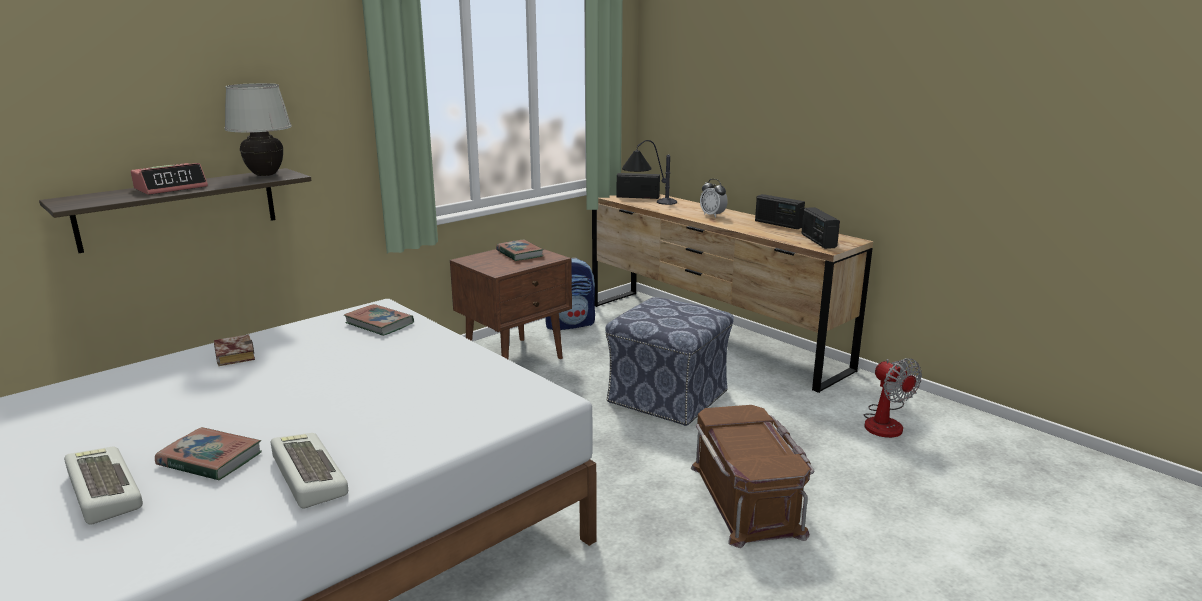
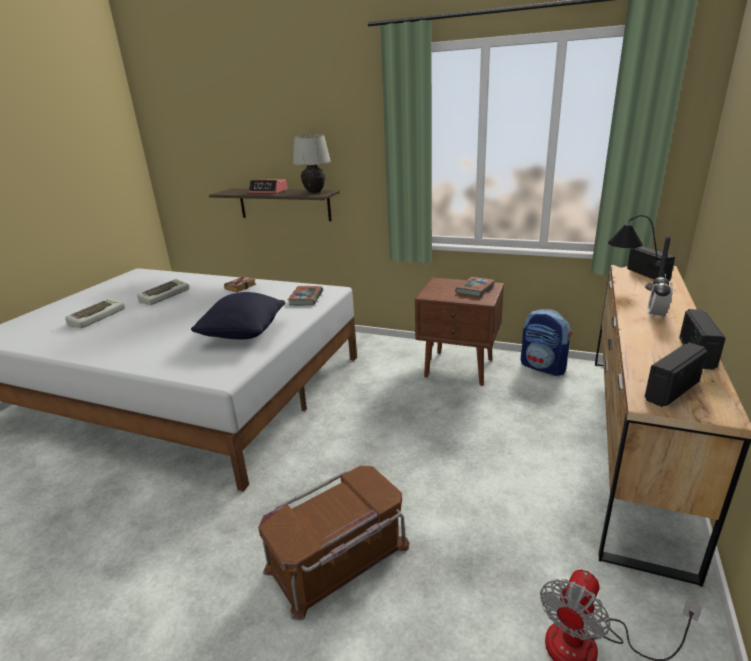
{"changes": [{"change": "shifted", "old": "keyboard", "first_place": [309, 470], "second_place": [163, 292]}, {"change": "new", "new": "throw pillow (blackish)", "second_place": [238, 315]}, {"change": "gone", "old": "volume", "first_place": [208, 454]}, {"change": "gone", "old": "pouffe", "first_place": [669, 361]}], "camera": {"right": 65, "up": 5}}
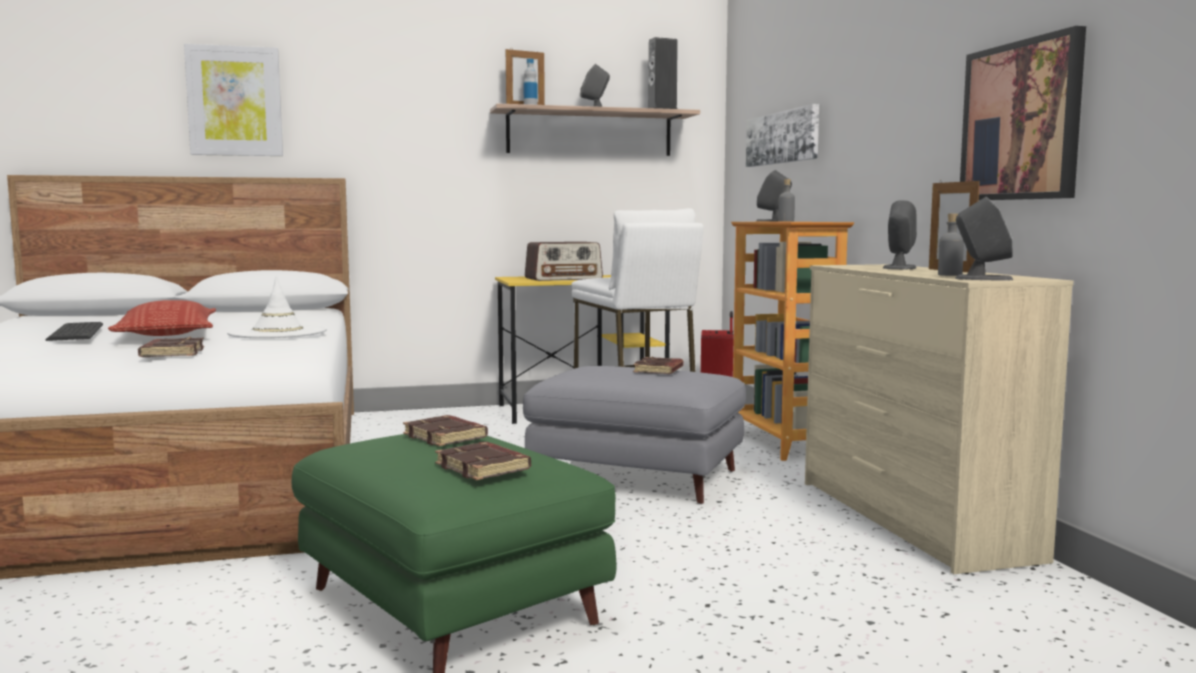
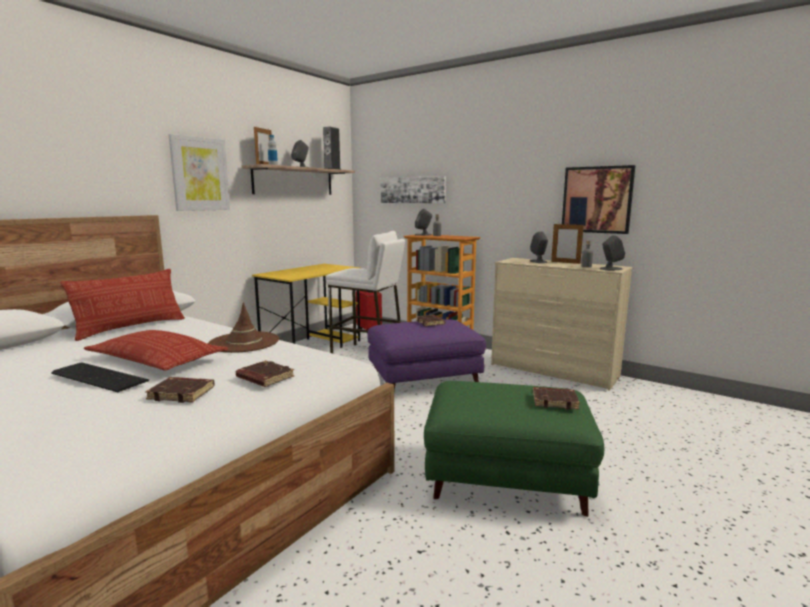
{"changes": [{"change": "new", "new": "throw pillow", "second_place": [123, 305]}, {"change": "shifted", "old": "volume (brown-coloured)", "first_place": [445, 430], "second_place": [180, 390]}, {"change": "shifted", "old": "wall picture", "first_place": [233, 100], "second_place": [199, 172]}, {"change": "repainted", "old": "hat (white)", "new": "hat (brown-coloured)", "first_place": [277, 306], "second_place": [243, 327]}, {"change": "repainted", "old": "pouffe (grey)", "new": "pouffe (purplish)", "first_place": [634, 435], "second_place": [426, 354]}, {"change": "gone", "old": "radio set", "first_place": [564, 261]}], "camera": {"right": -40, "up": 5}}
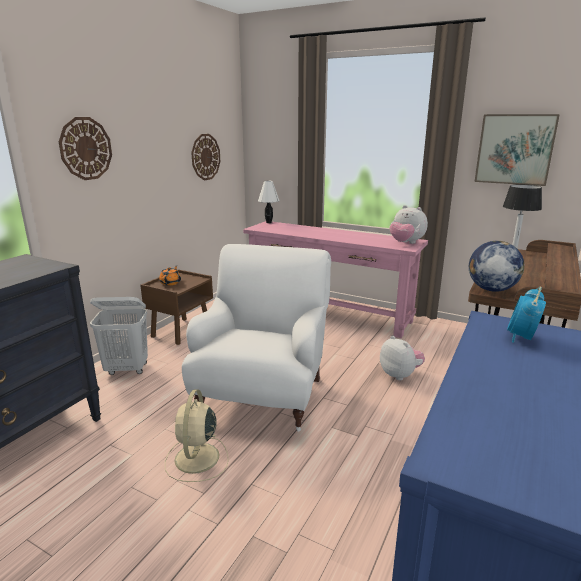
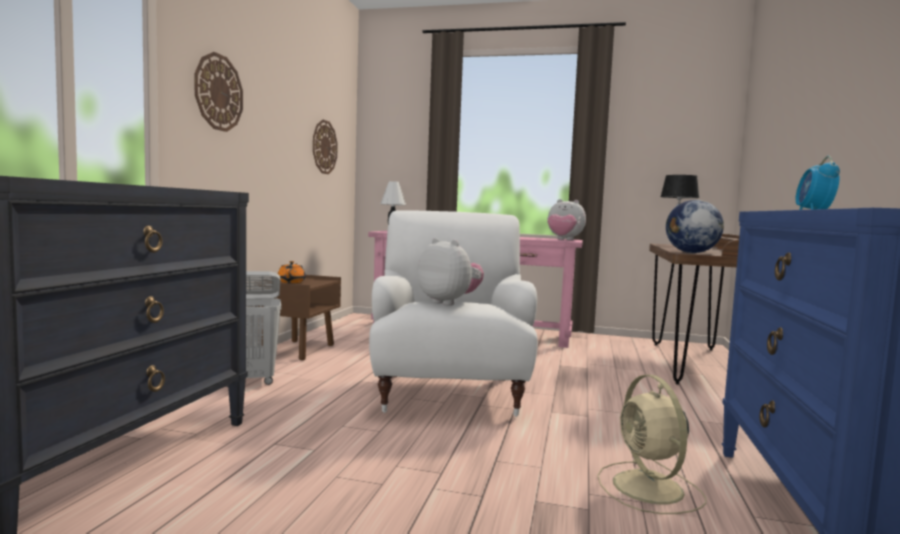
{"changes": [{"change": "shifted", "old": "plush toy", "first_place": [402, 358], "second_place": [450, 272]}, {"change": "shifted", "old": "fan (sand-coloured)", "first_place": [197, 435], "second_place": [651, 444]}, {"change": "gone", "old": "wall picture", "first_place": [517, 150]}], "camera": {"right": -15, "up": -15}}
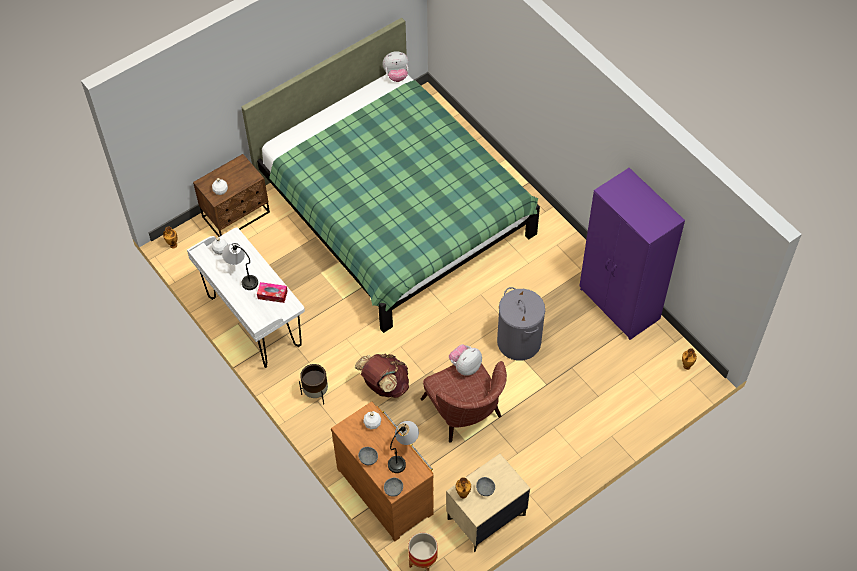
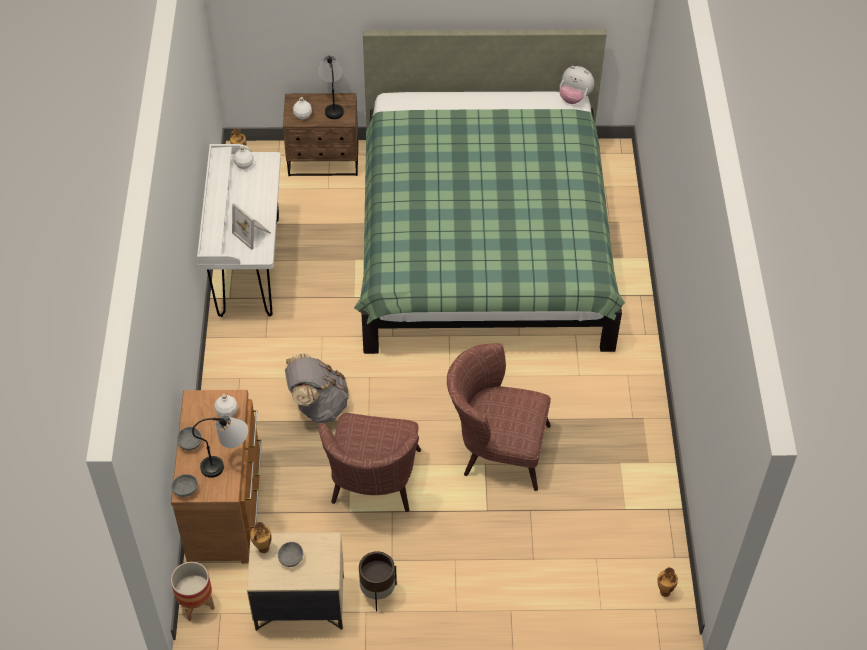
{"changes": [{"change": "swapped", "old": "tissue holder", "new": "photo frame", "first_place": [272, 292], "second_place": [251, 226]}, {"change": "repainted", "old": "rucksack (brown-coloured)", "new": "rucksack (grey)", "first_place": [382, 376], "second_place": [317, 388]}, {"change": "shifted", "old": "lamp for a table", "first_place": [240, 266], "second_place": [330, 87]}, {"change": "shifted", "old": "plant pot (brown-coloured)", "first_place": [313, 384], "second_place": [378, 581]}, {"change": "swapped", "old": "washing basket (grey)", "new": "lounge chair (brown-coloured)", "first_place": [521, 324], "second_place": [499, 417]}, {"change": "gone", "old": "plush toy", "first_place": [465, 360]}, {"change": "gone", "old": "wardrobe (purplish)", "first_place": [632, 254]}], "camera": {"right": 35, "up": -5}}
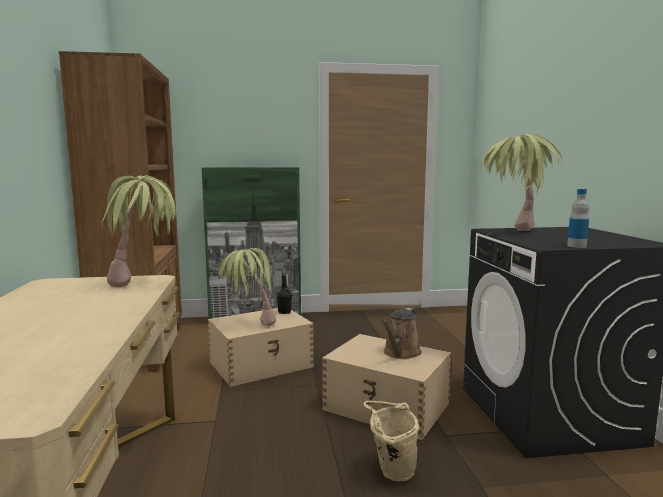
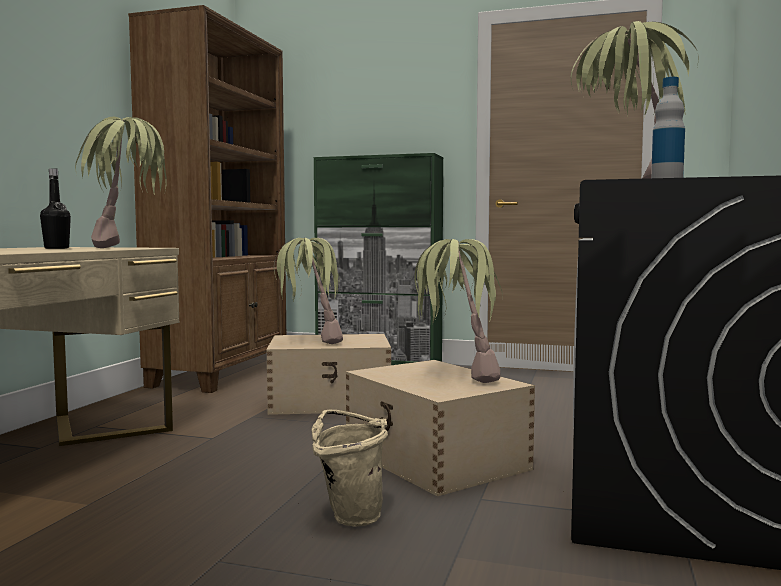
{"changes": [{"change": "shifted", "old": "bottle (blackish)", "first_place": [284, 291], "second_place": [55, 208]}, {"change": "swapped", "old": "watering pot (brown-coloured)", "new": "houseplant", "first_place": [401, 333], "second_place": [458, 311]}], "camera": {"right": 25, "up": -5}}
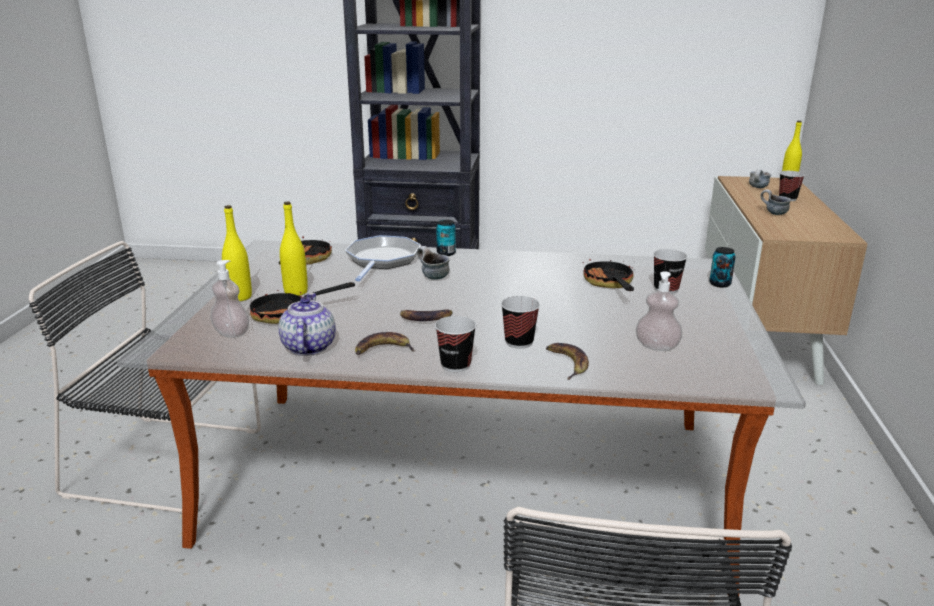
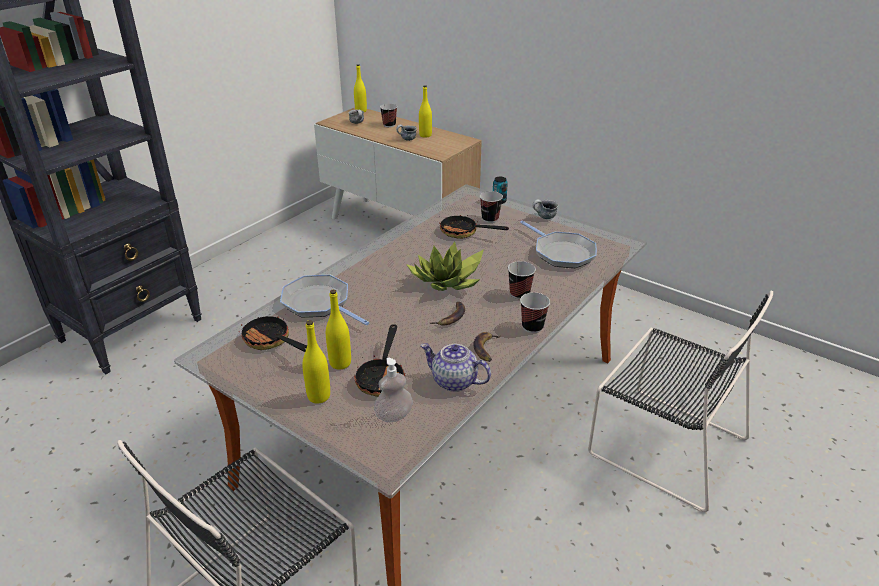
{"changes": [{"change": "new", "new": "houseplant", "second_place": [445, 266]}, {"change": "new", "new": "bottle (yellow-coloured)", "second_place": [425, 111]}, {"change": "swapped", "old": "soap dispenser", "new": "skillet", "first_place": [659, 311], "second_place": [558, 244]}, {"change": "shifted", "old": "tea mug", "first_place": [433, 263], "second_place": [545, 209]}, {"change": "gone", "old": "metal can", "first_place": [446, 238]}, {"change": "gone", "old": "whole banana", "first_place": [567, 361]}], "camera": {"right": -60, "up": 10}}
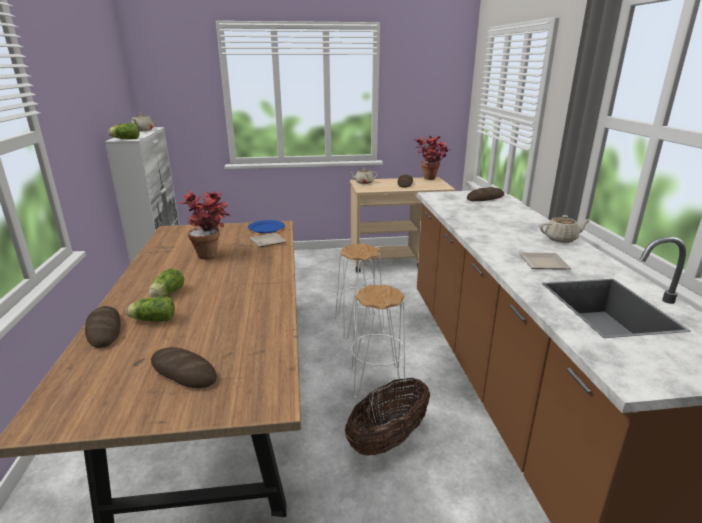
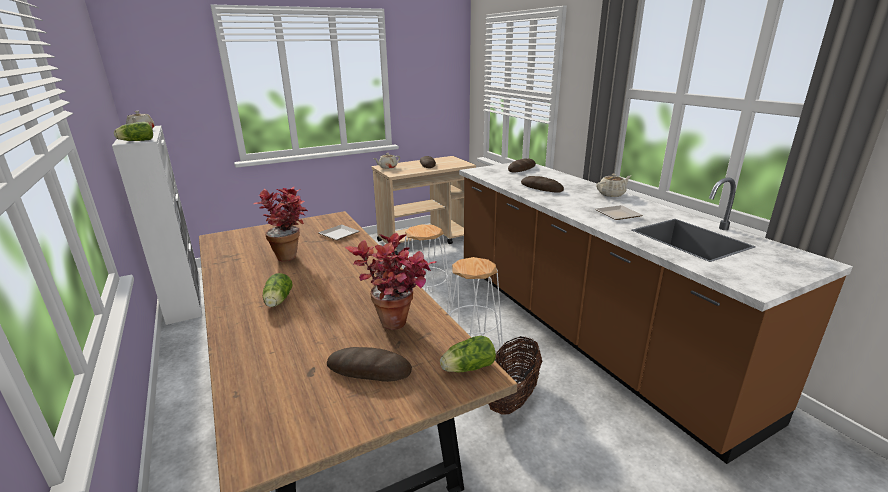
{"changes": [{"change": "shifted", "old": "houseplant", "first_place": [433, 158], "second_place": [390, 281]}, {"change": "shifted", "old": "head of lettuce", "first_place": [150, 309], "second_place": [468, 354]}, {"change": "shifted", "old": "baked bread", "first_place": [103, 327], "second_place": [542, 184]}, {"change": "gone", "old": "flat dish (blue-coloured)", "first_place": [266, 226]}], "camera": {"right": -20, "up": 0}}
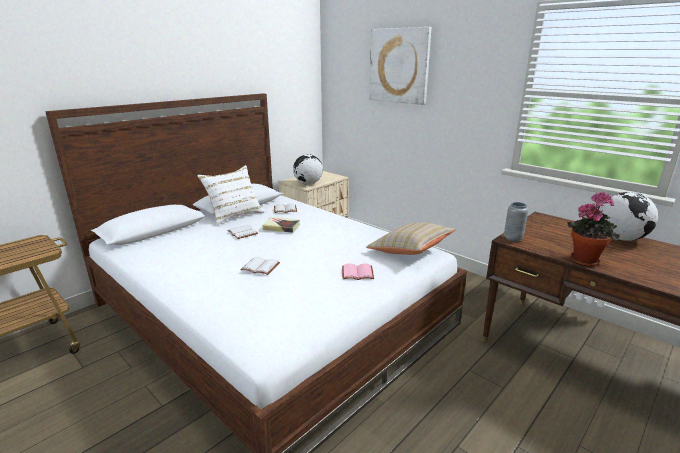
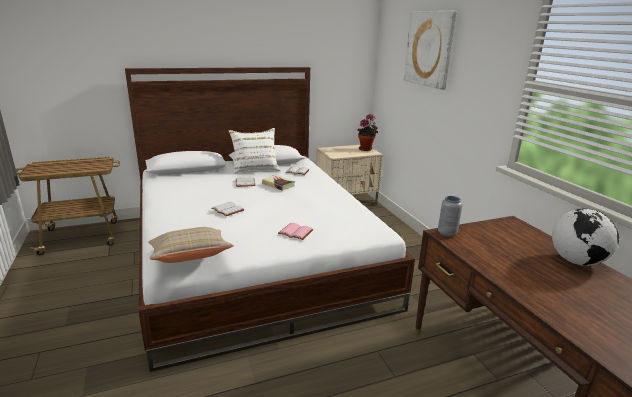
{"changes": [{"change": "shifted", "old": "throw pillow (sand-coloured)", "first_place": [411, 239], "second_place": [191, 245]}, {"change": "shifted", "old": "houseplant", "first_place": [593, 229], "second_place": [368, 132]}, {"change": "gone", "old": "world globe", "first_place": [308, 169]}], "camera": {"right": 25, "up": 0}}
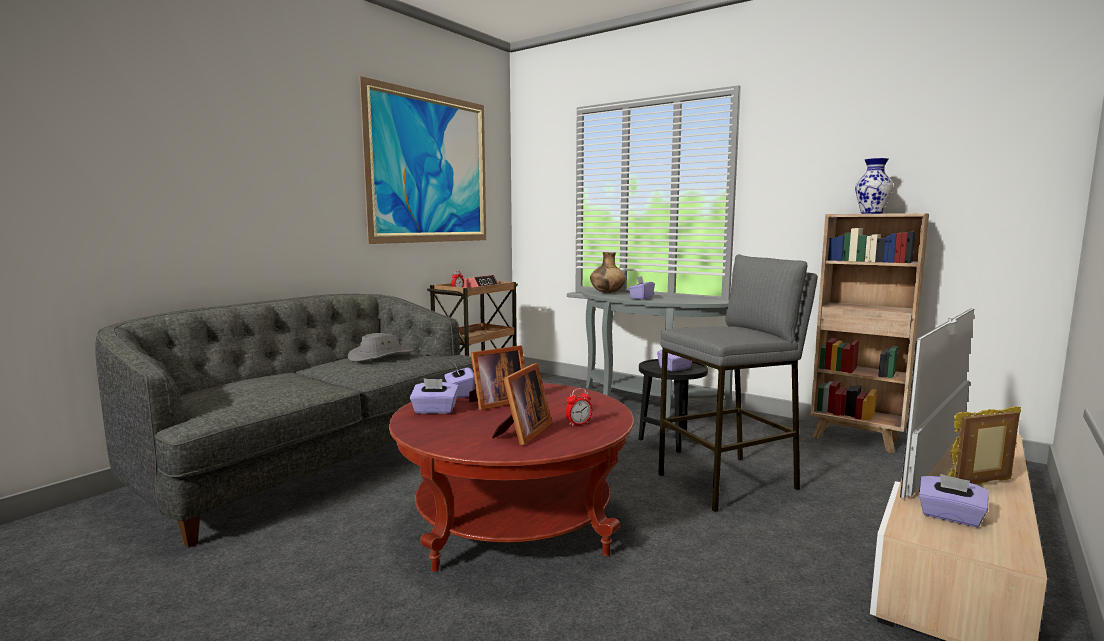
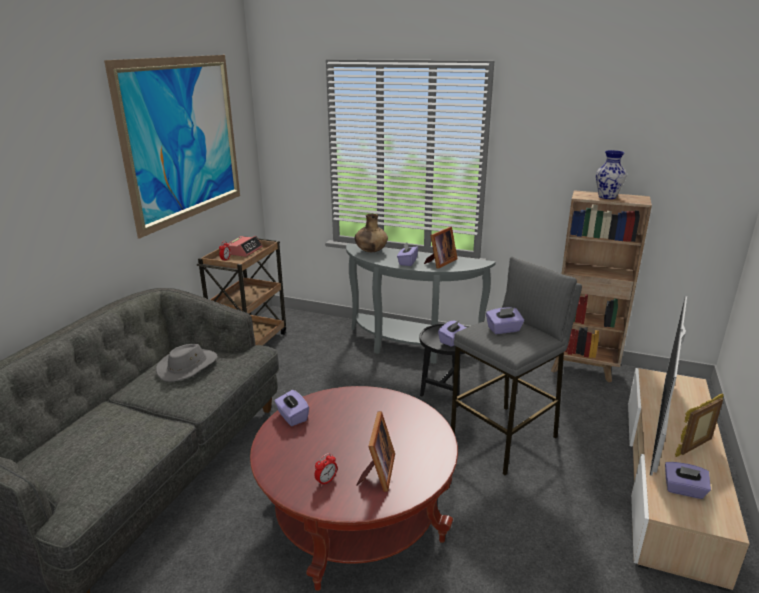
{"changes": [{"change": "shifted", "old": "bedside clock", "first_place": [579, 407], "second_place": [326, 470]}, {"change": "shifted", "old": "photo frame", "first_place": [497, 377], "second_place": [441, 248]}, {"change": "shifted", "old": "tissue holder (purplish)", "first_place": [434, 396], "second_place": [505, 320]}], "camera": {"right": -15, "up": 15}}
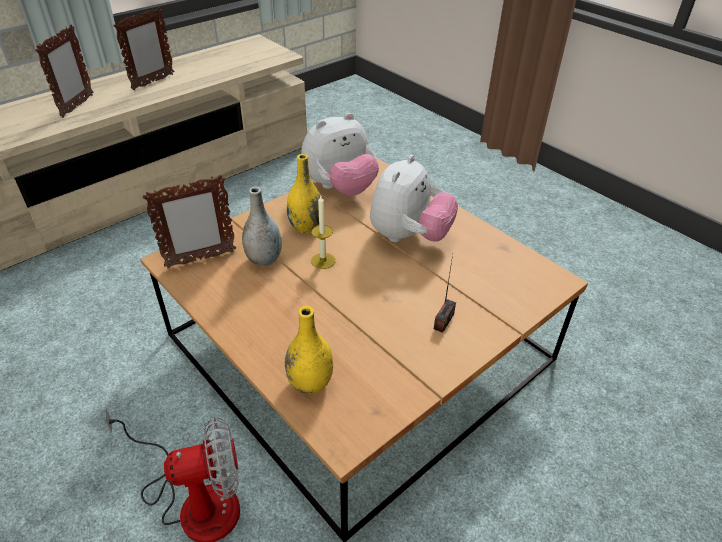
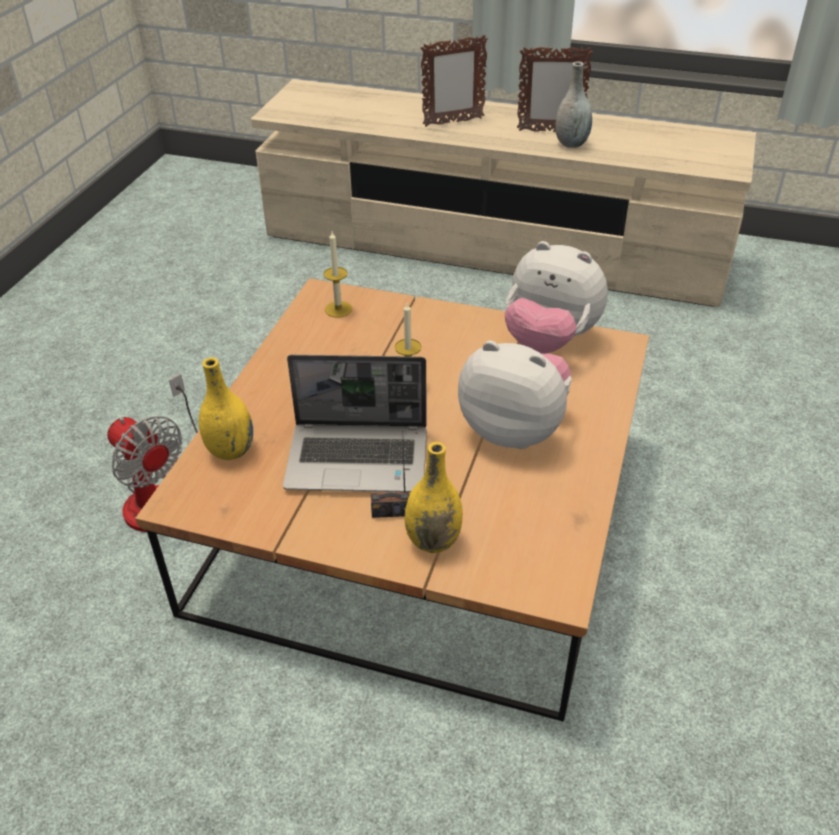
{"changes": [{"change": "new", "new": "notebook computer", "second_place": [355, 423]}, {"change": "swapped", "old": "photo frame", "new": "candle", "first_place": [189, 221], "second_place": [338, 274]}, {"change": "shifted", "old": "flower vase (yellow-coloured)", "first_place": [303, 193], "second_place": [433, 497]}, {"change": "rotated", "old": "plush toy", "first_place": [414, 198], "second_place": [515, 395], "degrees": -150}, {"change": "shifted", "old": "flower vase (grey)", "first_place": [262, 226], "second_place": [573, 105]}], "camera": {"right": 60, "up": 0}}
